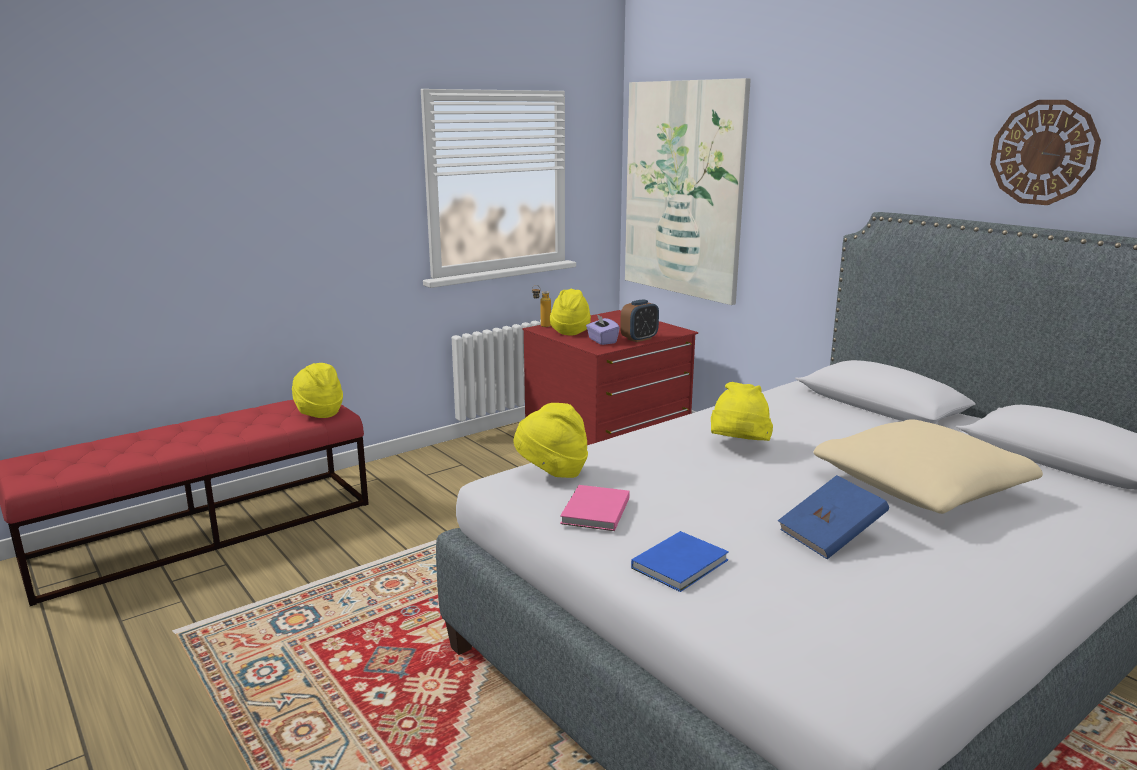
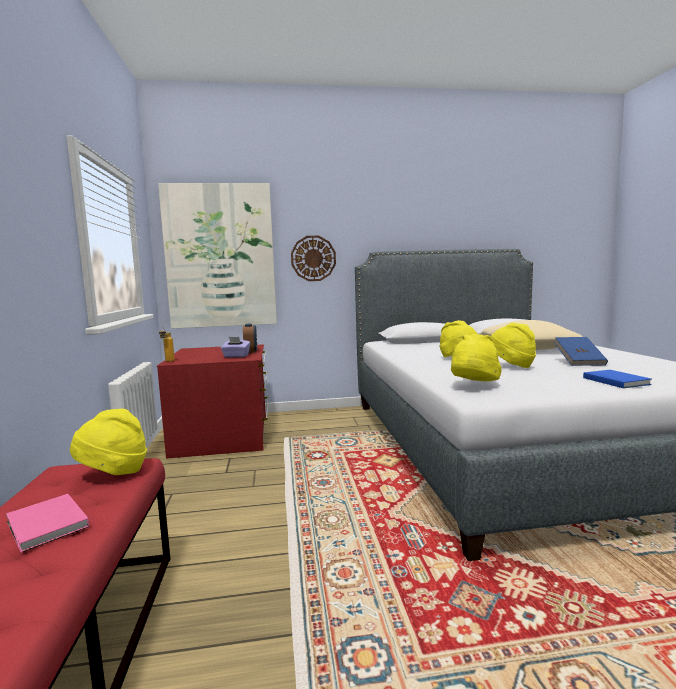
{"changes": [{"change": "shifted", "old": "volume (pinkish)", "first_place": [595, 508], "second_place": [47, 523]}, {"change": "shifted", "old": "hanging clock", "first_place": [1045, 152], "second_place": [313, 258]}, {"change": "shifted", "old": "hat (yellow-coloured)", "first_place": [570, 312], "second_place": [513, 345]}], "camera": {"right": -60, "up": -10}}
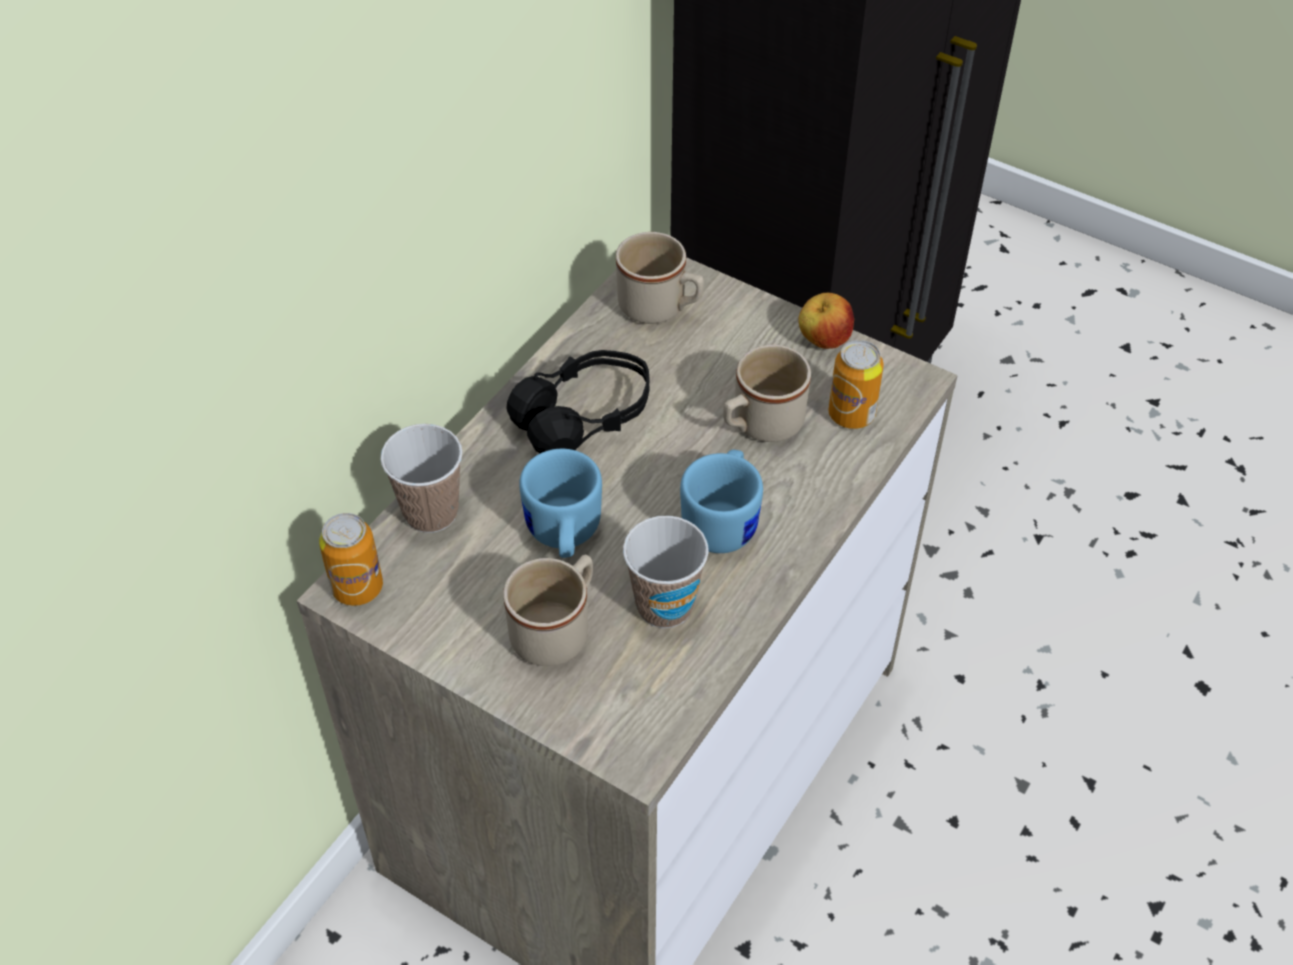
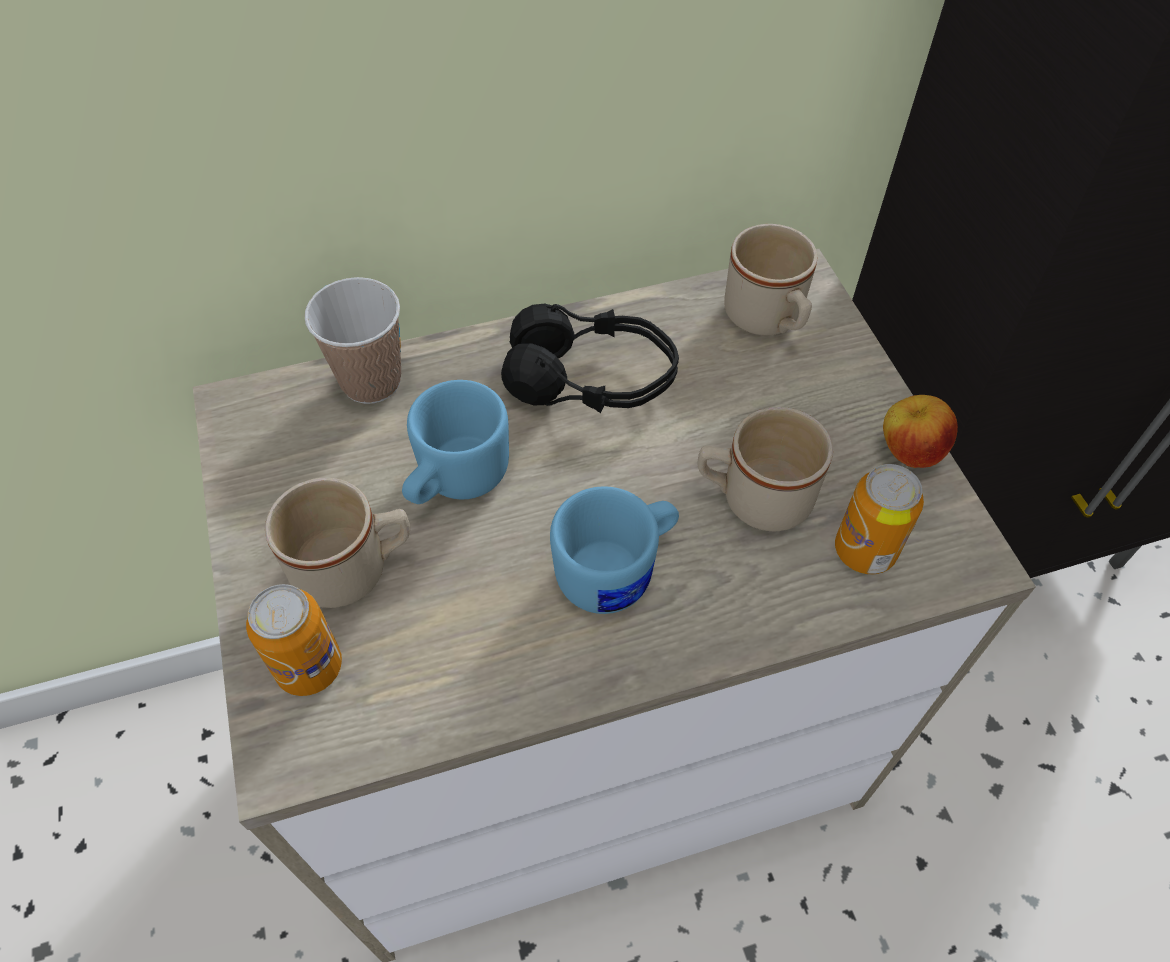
{"changes": [{"change": "shifted", "old": "metal can", "first_place": [351, 559], "second_place": [294, 640]}, {"change": "gone", "old": "drinking cup", "first_place": [666, 572]}], "camera": {"right": 40, "up": 5}}
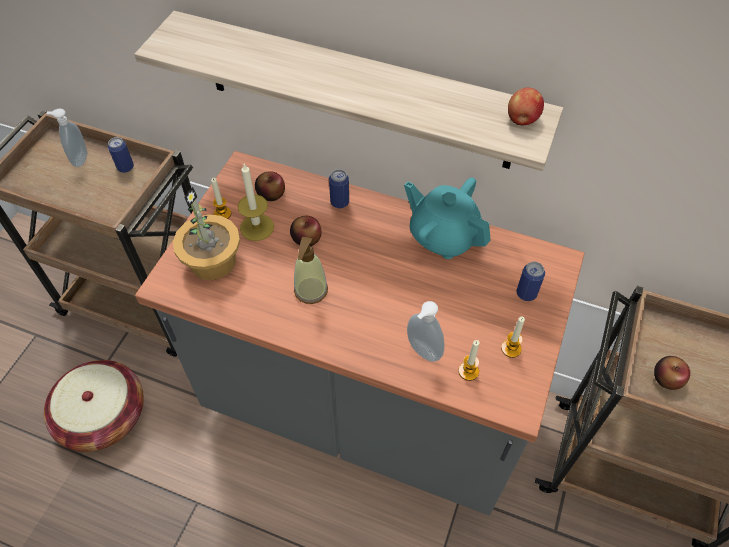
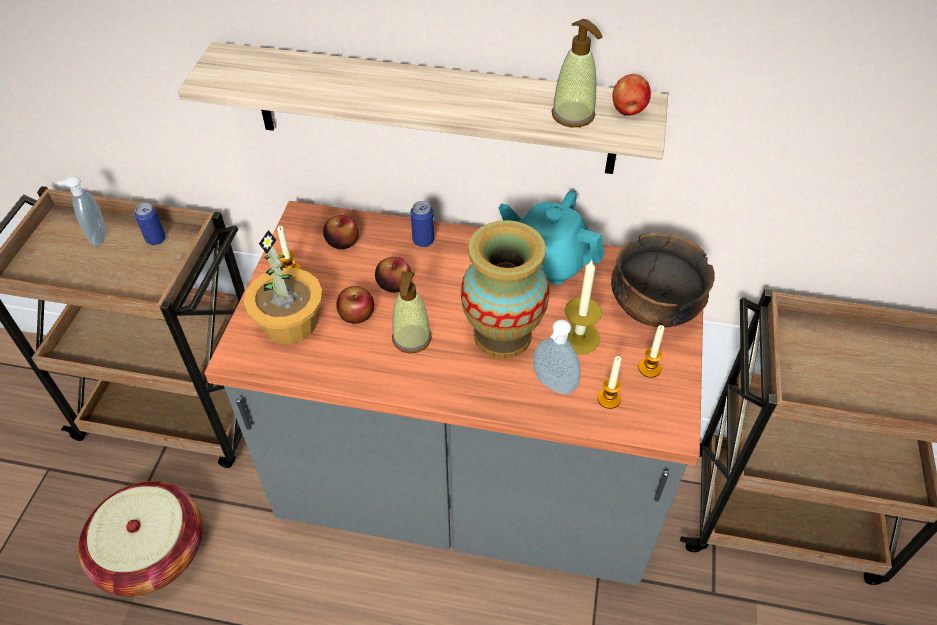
{"changes": [{"change": "shifted", "old": "whole apple", "first_place": [672, 373], "second_place": [355, 305]}, {"change": "new", "new": "flower vase", "second_place": [505, 289]}, {"change": "new", "new": "soap dispenser", "second_place": [577, 73]}, {"change": "shifted", "old": "candle", "first_place": [256, 202], "second_place": [583, 307]}, {"change": "swapped", "old": "metal can", "new": "bowl", "first_place": [530, 281], "second_place": [663, 280]}], "camera": {"right": -10, "up": -5}}
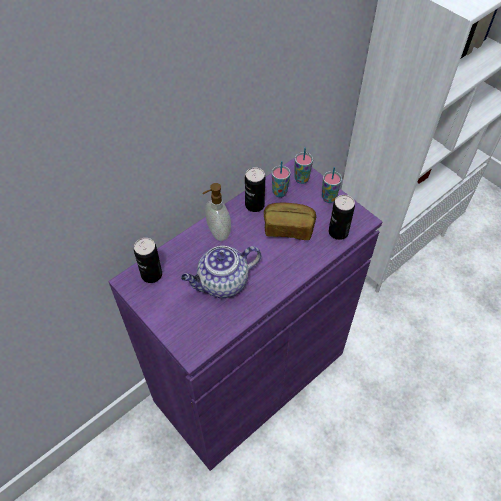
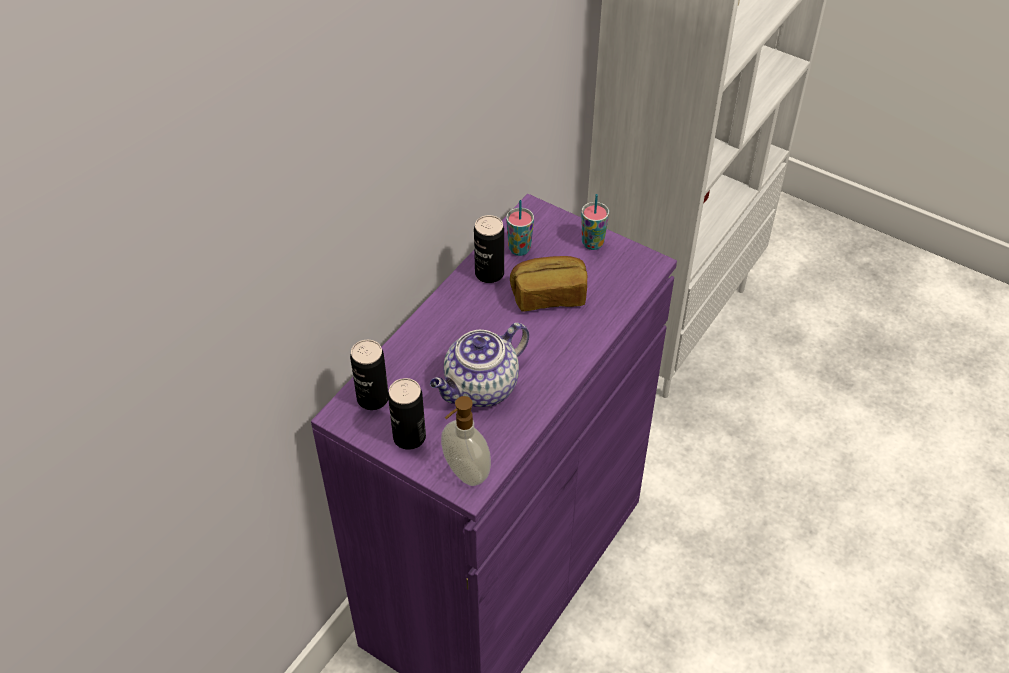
{"changes": [{"change": "shifted", "old": "metal can", "first_place": [342, 217], "second_place": [407, 414]}, {"change": "shifted", "old": "soap dispenser", "first_place": [216, 212], "second_place": [466, 441]}, {"change": "gone", "old": "drinking cup", "first_place": [304, 165]}], "camera": {"right": -15, "up": -5}}
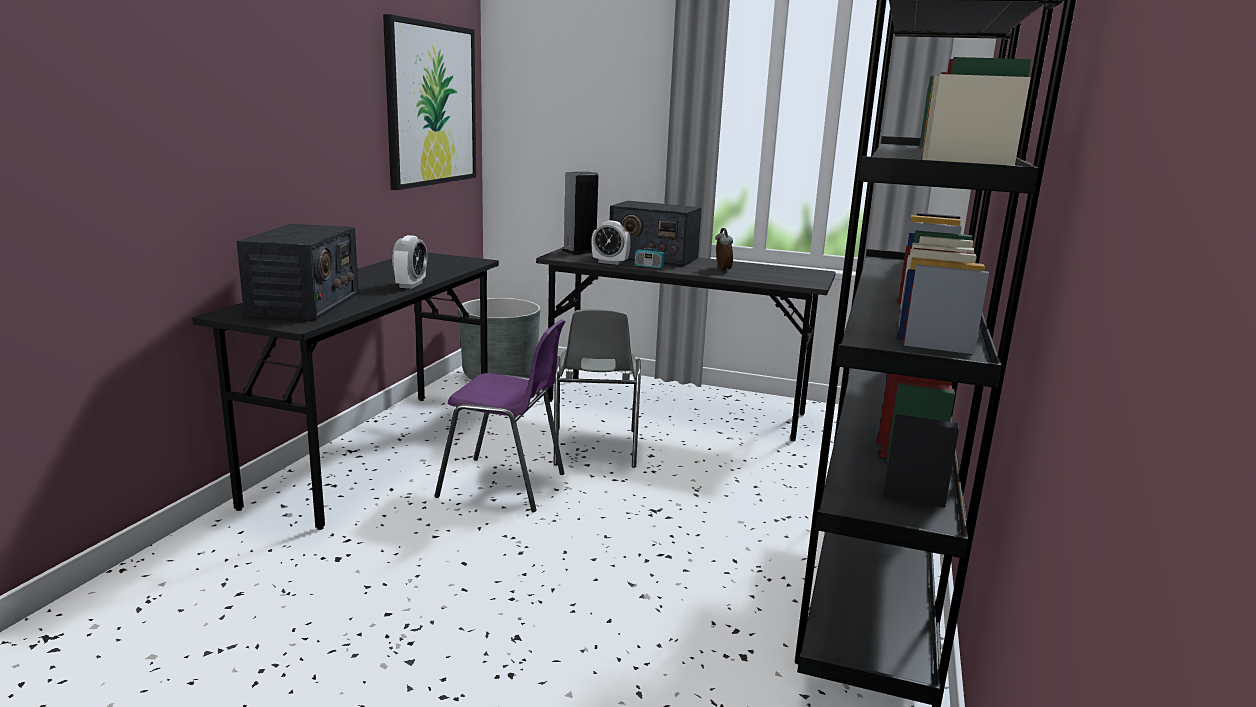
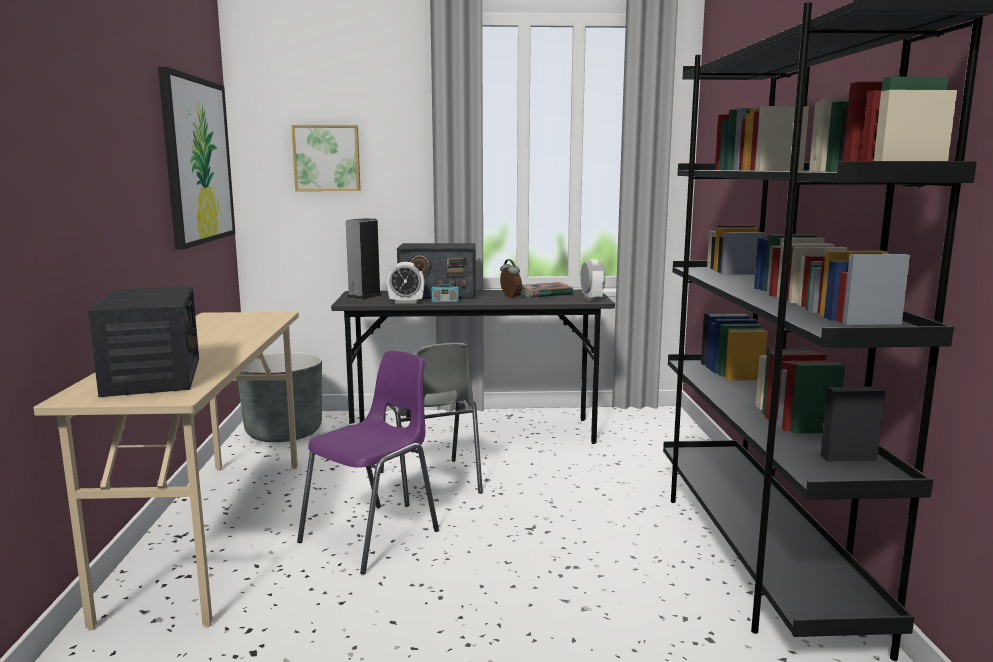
{"changes": [{"change": "repainted", "old": "desk (blackish)", "new": "desk (sand-coloured)", "first_place": [345, 391], "second_place": [166, 471]}, {"change": "new", "new": "wall picture", "second_place": [326, 158]}, {"change": "rotated", "old": "chair (purplish)", "first_place": [500, 416], "second_place": [368, 463], "degrees": -45}, {"change": "new", "new": "volume", "second_place": [546, 290]}, {"change": "shifted", "old": "bedside clock", "first_place": [410, 262], "second_place": [592, 280]}], "camera": {"right": -20, "up": -5}}
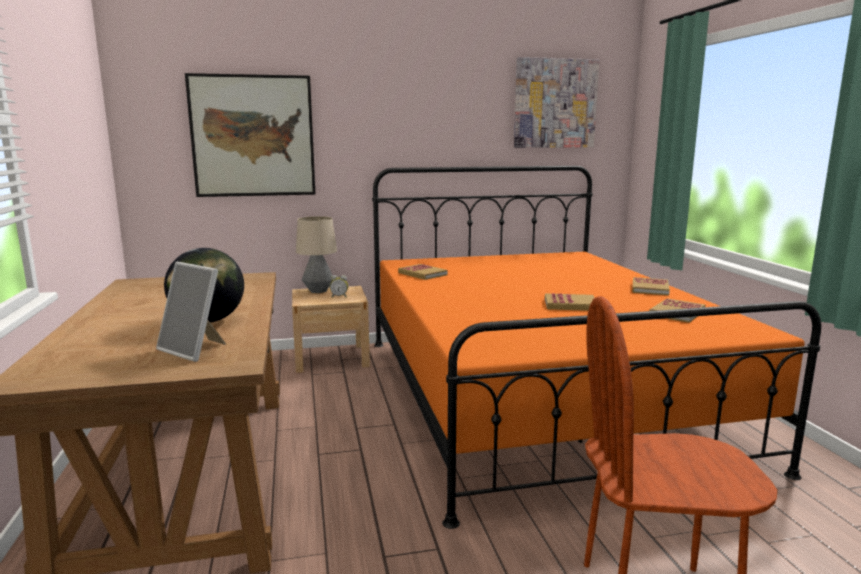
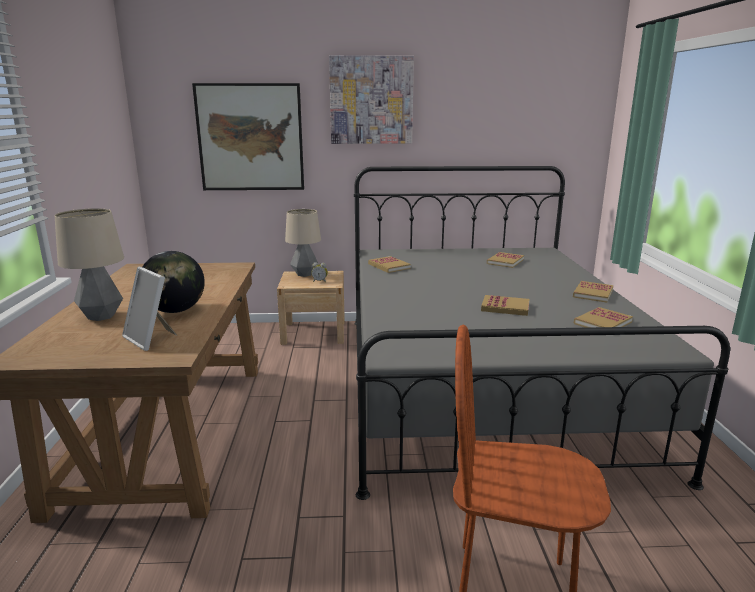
{"changes": [{"change": "new", "new": "lamp for a table", "second_place": [89, 264]}, {"change": "shifted", "old": "wall picture", "first_place": [556, 102], "second_place": [371, 99]}, {"change": "repainted", "old": "bedroom bed (orange)", "new": "bedroom bed (grey)", "first_place": [596, 347], "second_place": [542, 333]}, {"change": "new", "new": "volume", "second_place": [505, 260]}], "camera": {"right": 10, "up": 5}}
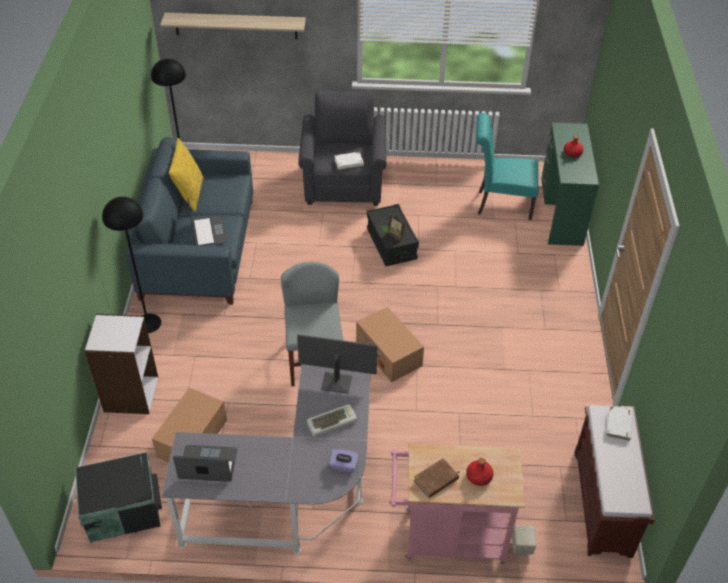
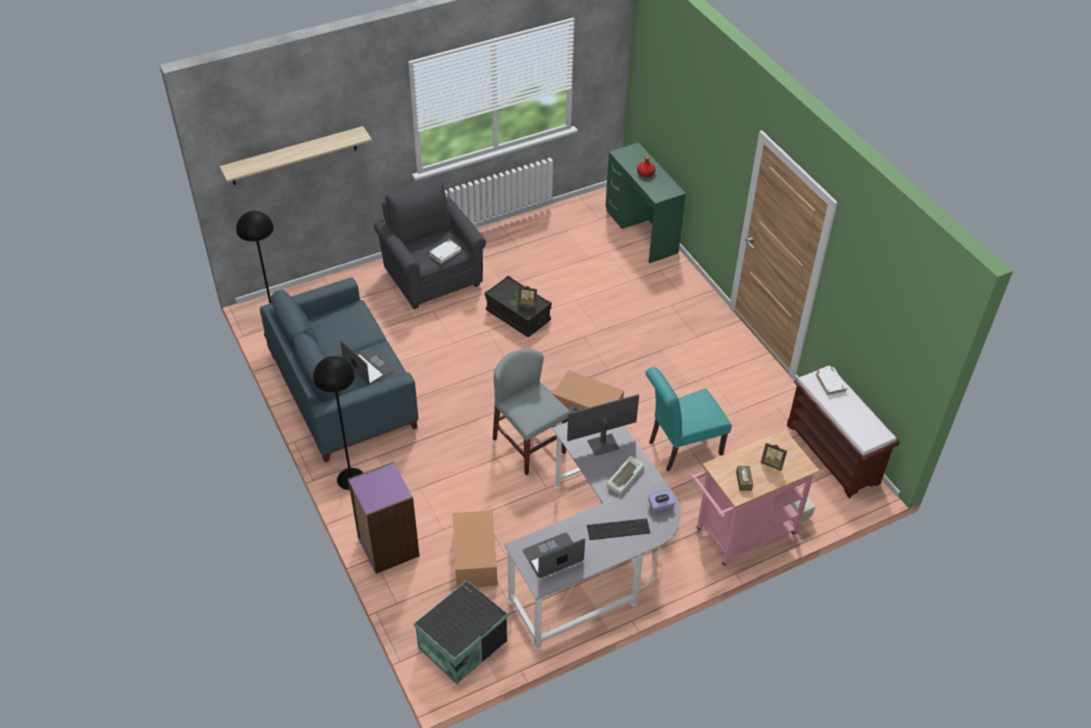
{"changes": [{"change": "repainted", "old": "bookcase (white)", "new": "bookcase (purplish)", "first_place": [121, 364], "second_place": [383, 518]}, {"change": "new", "new": "keyboard", "second_place": [618, 529]}, {"change": "shifted", "old": "chair (blue-green)", "first_place": [507, 166], "second_place": [688, 419]}, {"change": "swapped", "old": "volume (brown-coloured)", "new": "tissue holder (brown-coloured)", "first_place": [437, 478], "second_place": [744, 478]}, {"change": "swapped", "old": "bottle (red-coloured)", "new": "photo frame", "first_place": [479, 472], "second_place": [773, 457]}, {"change": "gone", "old": "throw pillow (yellow-coloured)", "first_place": [186, 175]}], "camera": {"right": -30, "up": 0}}
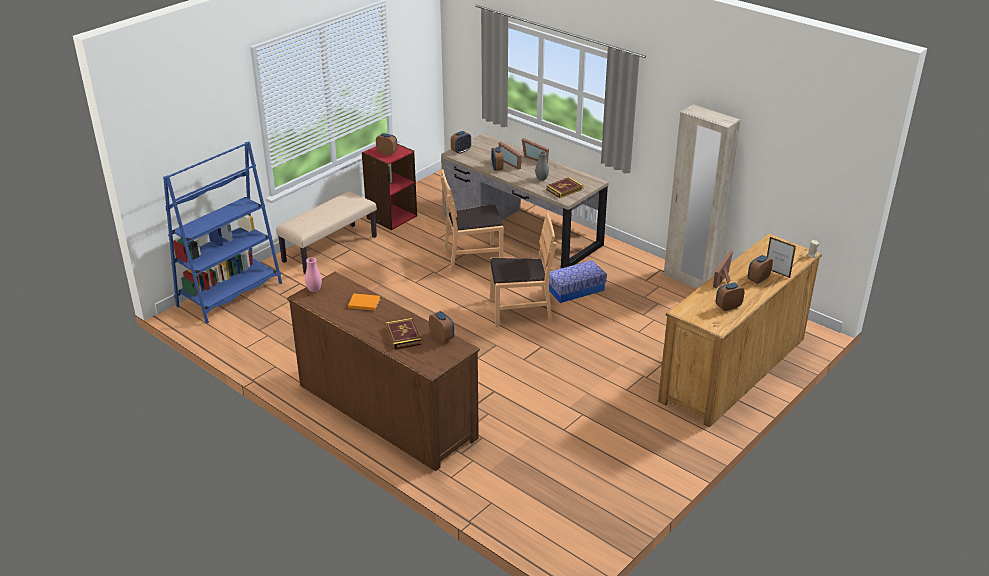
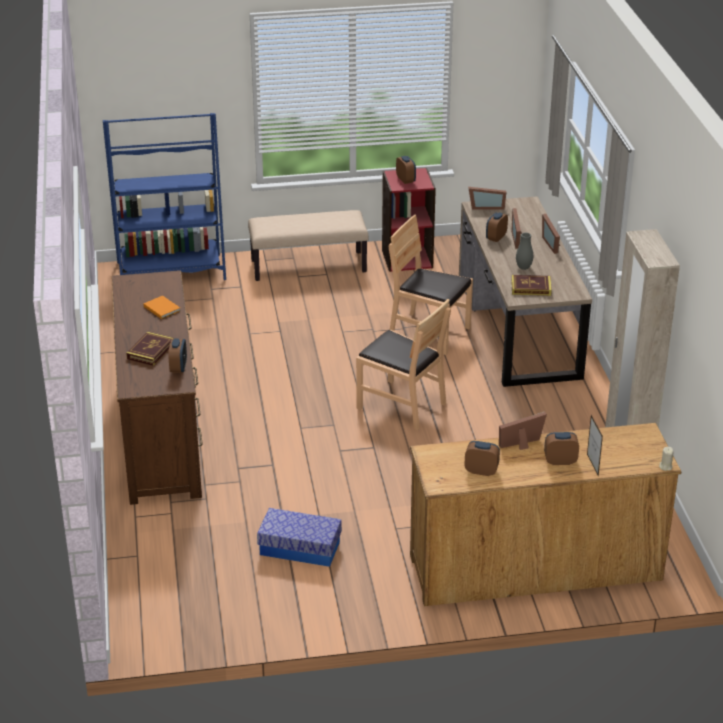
{"changes": [{"change": "shifted", "old": "storage container", "first_place": [578, 281], "second_place": [299, 537]}, {"change": "swapped", "old": "bedside clock", "new": "photo frame", "first_place": [461, 142], "second_place": [487, 198]}, {"change": "gone", "old": "flower vase (pinkish)", "first_place": [313, 274]}], "camera": {"right": 40, "up": 0}}
